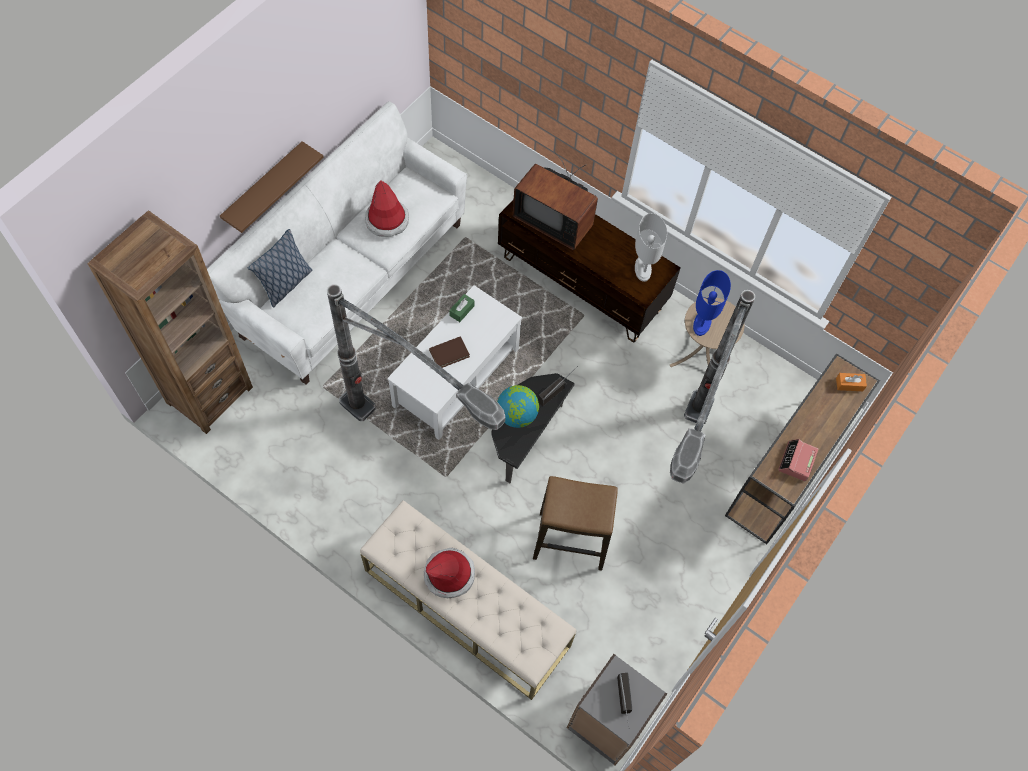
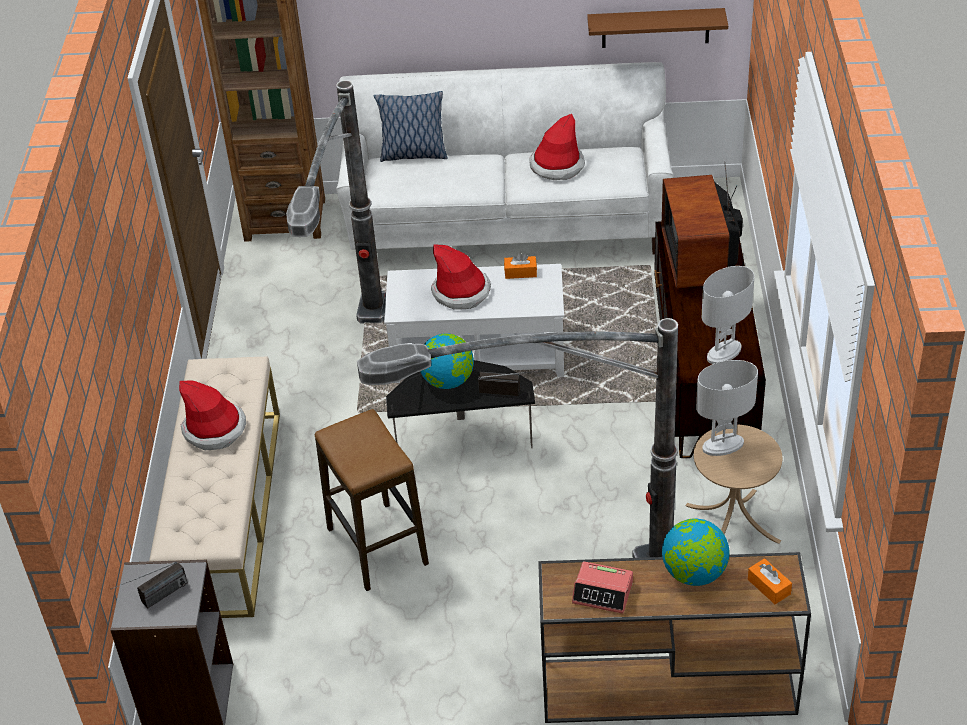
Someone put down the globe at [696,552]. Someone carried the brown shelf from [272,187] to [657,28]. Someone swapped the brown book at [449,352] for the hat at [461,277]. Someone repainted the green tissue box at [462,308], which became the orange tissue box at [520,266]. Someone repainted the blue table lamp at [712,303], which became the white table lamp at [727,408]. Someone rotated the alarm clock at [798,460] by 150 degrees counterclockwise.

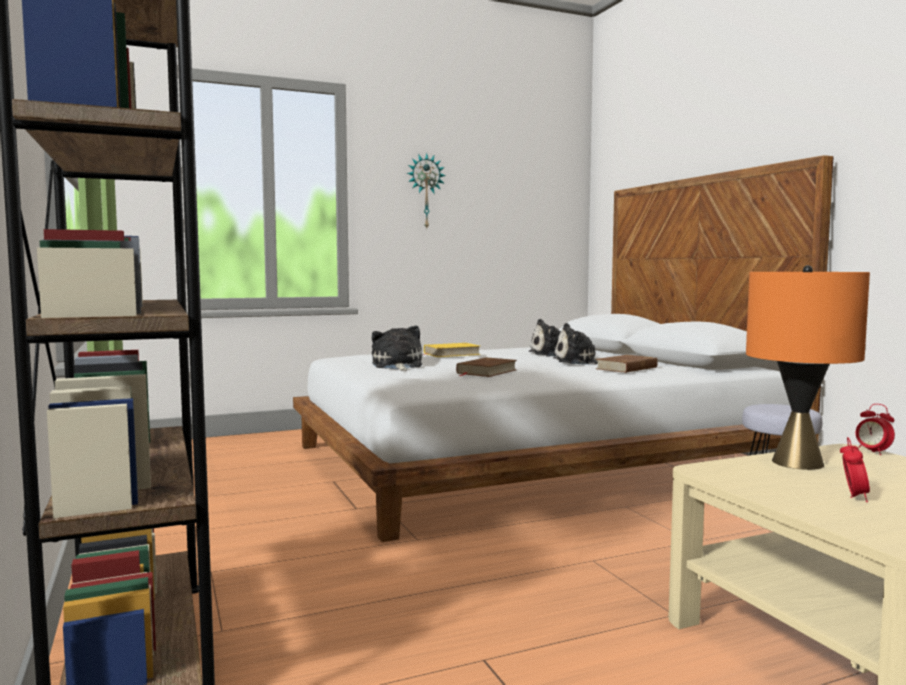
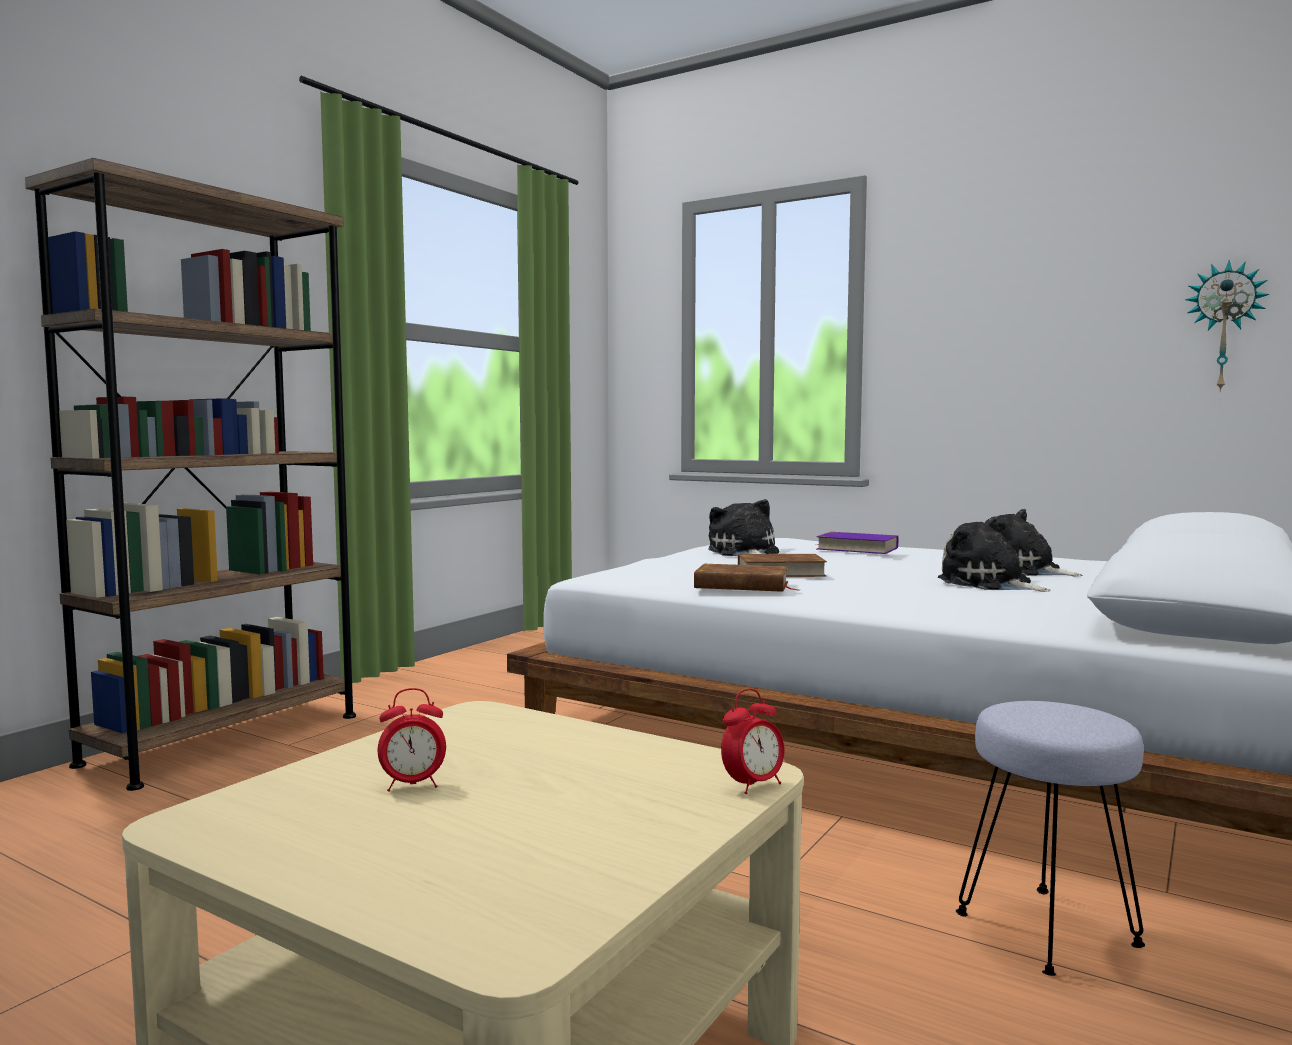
Someone took away the orange table lamp at [808,367]. Someone carried the wall clock from [426,190] to [1227,326]. Someone carried the brown book from [627,364] to [747,578]. Someone repainted the yellow book at [451,350], which became the purple book at [857,543]. Someone rotated the plush toy at [397,348] by 60 degrees counterclockwise. Someone rotated the alarm clock at [875,429] by 150 degrees counterclockwise.

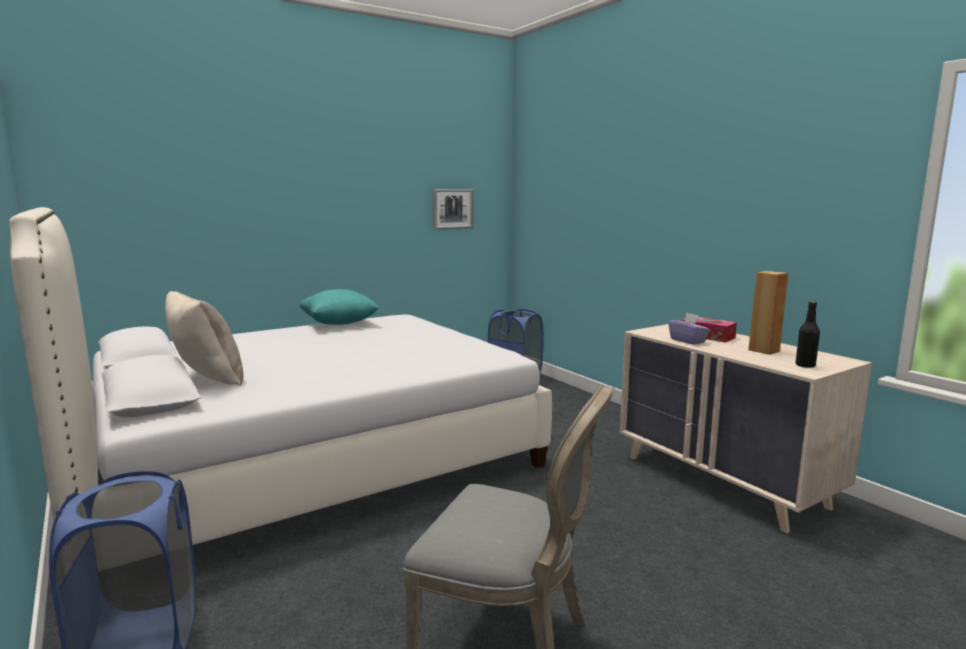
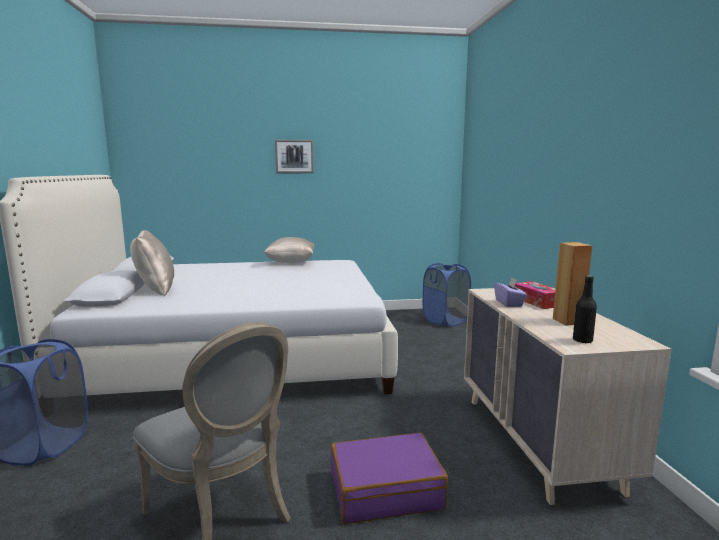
Someone put down the purple suitcase at [389,478]. Someone carried the picture from [453,209] to [294,156]. Someone repainted the turquoise pillow at [339,307], which became the beige pillow at [289,250].

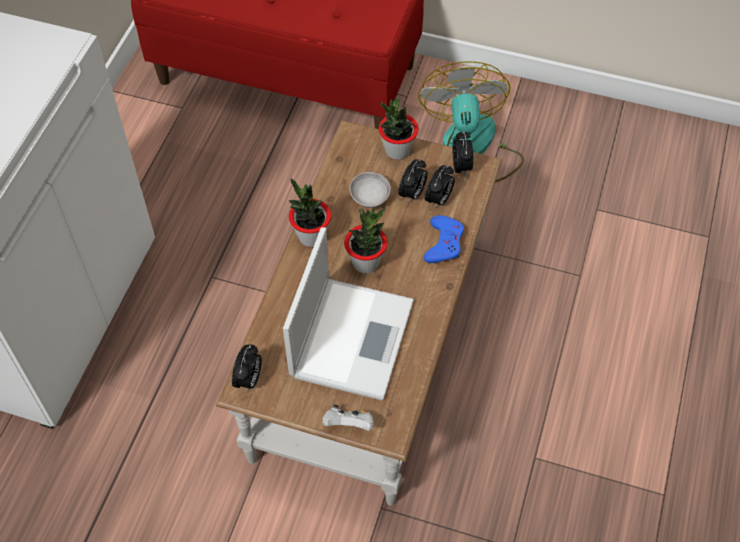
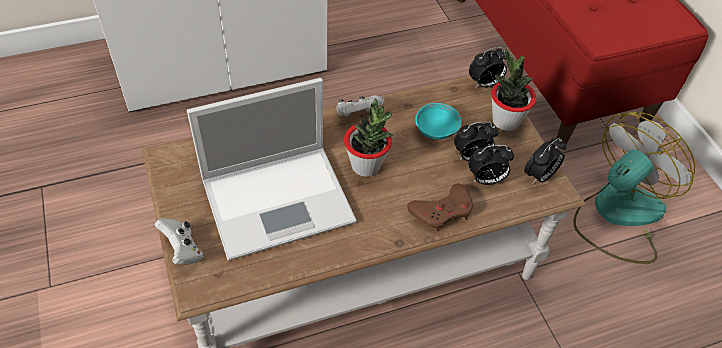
Someone carried the alarm clock from [247,368] to [488,67]. Someone swapped the potted plant at [310,212] for the white game controller at [360,106]. Someone repainted the grey bowl at [370,190], which became the turquoise bowl at [438,121]. Someone repainted the blue game controller at [444,239], which became the brown game controller at [440,207].

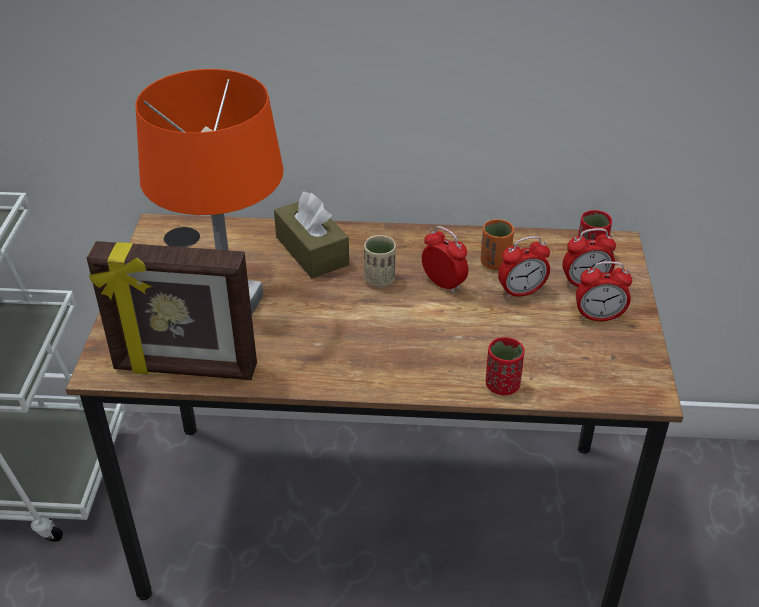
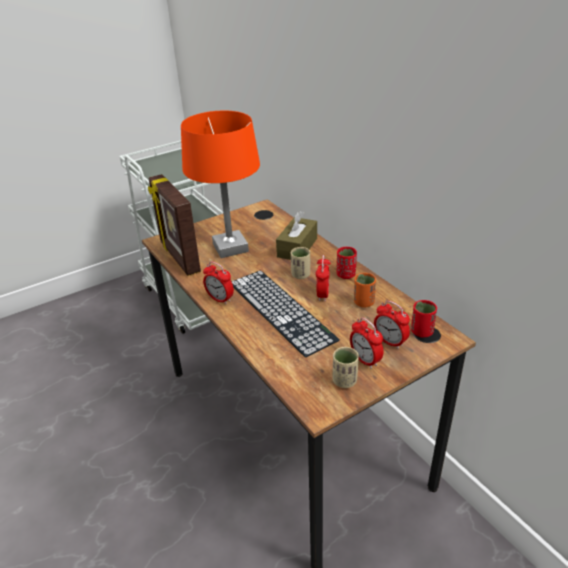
Someone put down the keyboard at [286,314]. Someone put down the beige cup at [346,367]. Someone carried the red cup from [505,366] to [347,263]. Someone carried the alarm clock from [524,267] to [218,283].

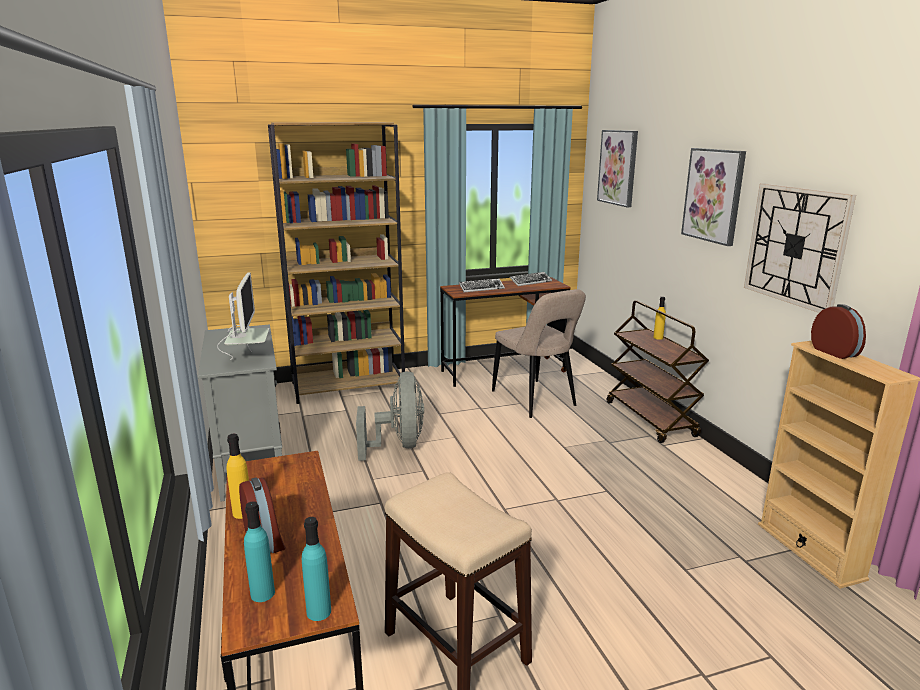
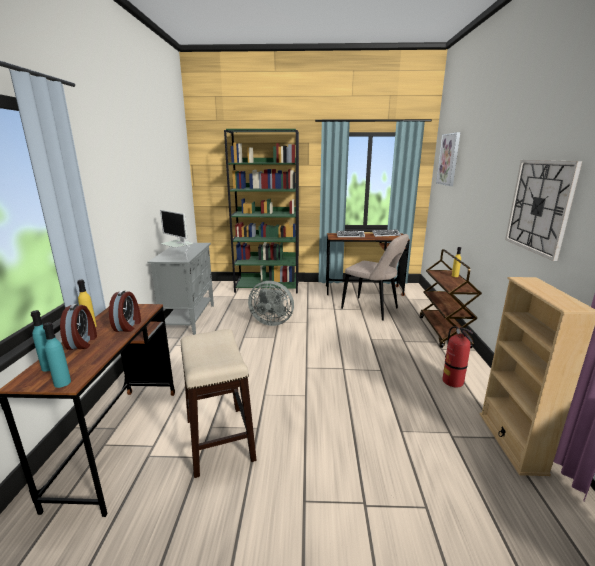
Someone took away the picture at [713,197]. Someone put down the fire extinguisher at [457,357]. Someone carried the alarm clock from [838,331] to [125,311]. Someone repainted the brown bookcase at [336,263], which became the green bookcase at [261,211]. Someone rotated the monitor at [243,316] by 120 degrees clockwise. Someone rotated the grey fan at [390,416] by 90 degrees clockwise. Someone rotated the beige chair at [539,353] by 45 degrees counterclockwise.

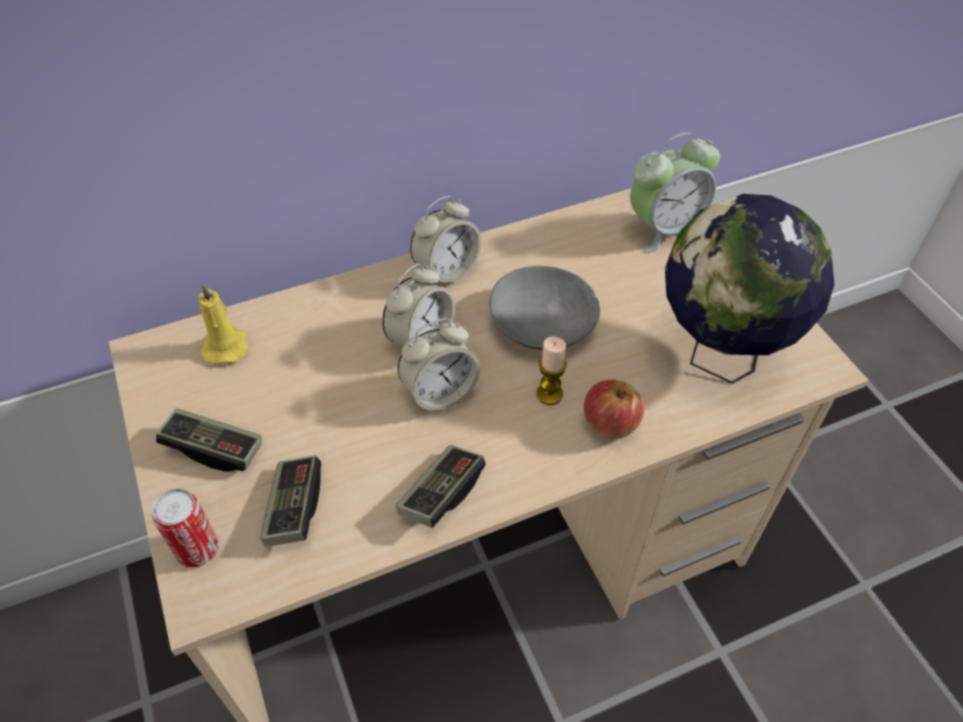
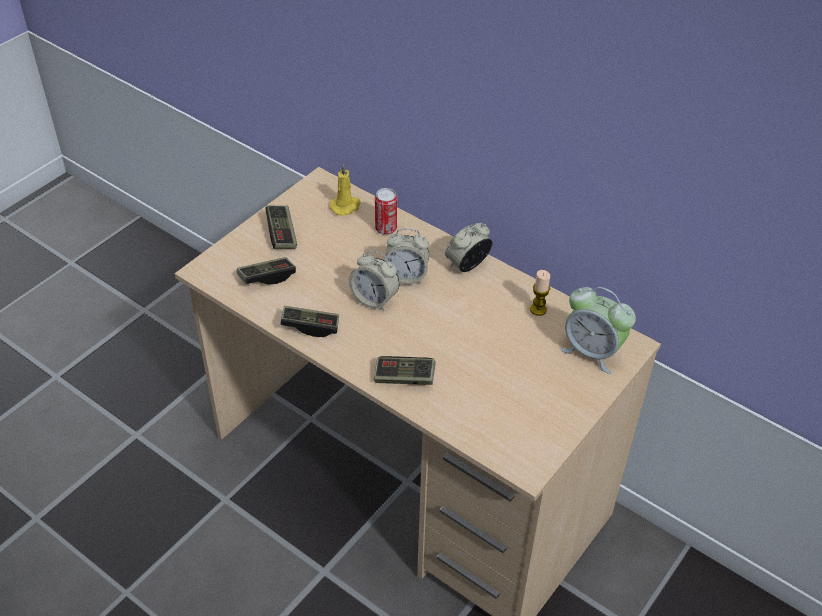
Someone took away the grey bowl at [544,308]. Someone took away the globe at [749,289]. Someone carried the can from [185,527] to [386,211]. Someone carried the candle from [551,370] to [540,293]. Someone swapped the apple at [613,410] for the game controller at [405,370]. Someone rotated the alarm clock at [446,241] by 120 degrees clockwise.

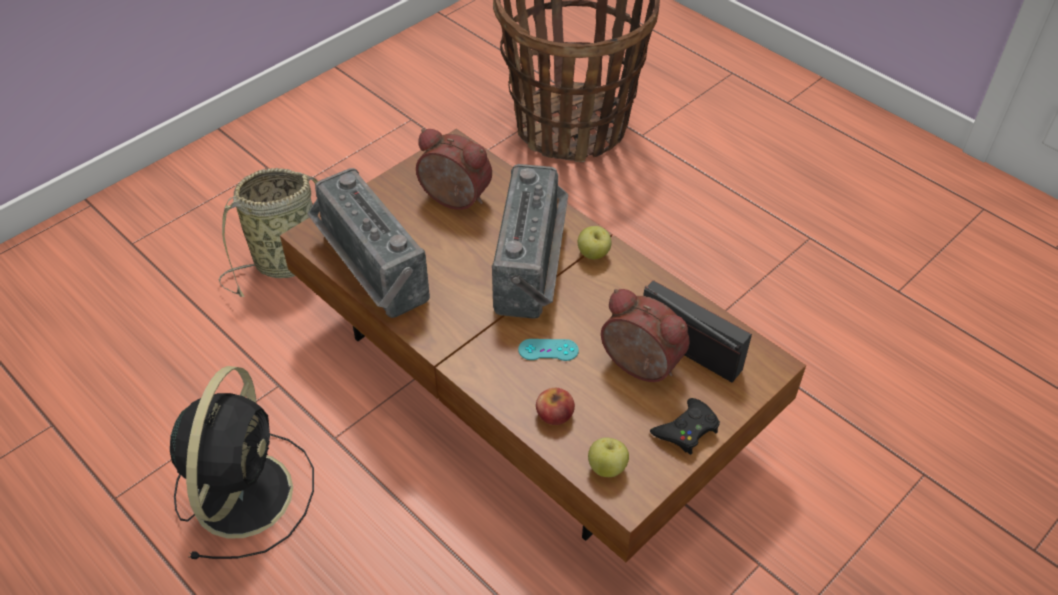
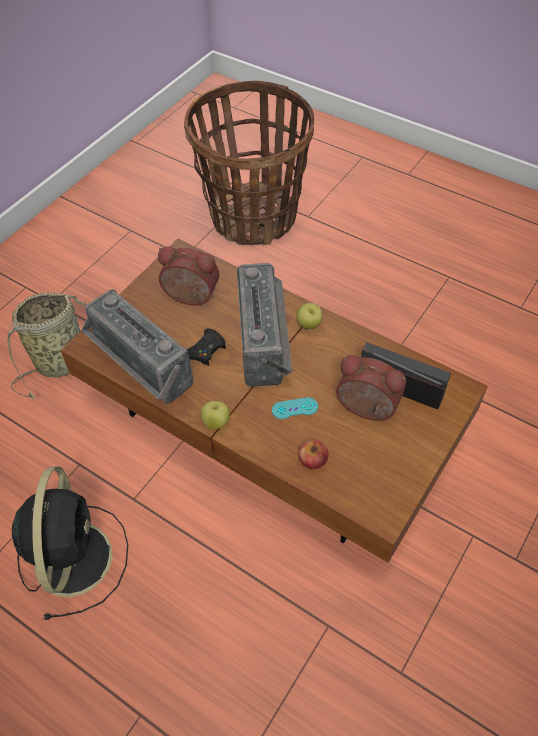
Someone carried the apple from [608,457] to [215,415]. Someone carried the black game controller from [685,426] to [206,347].

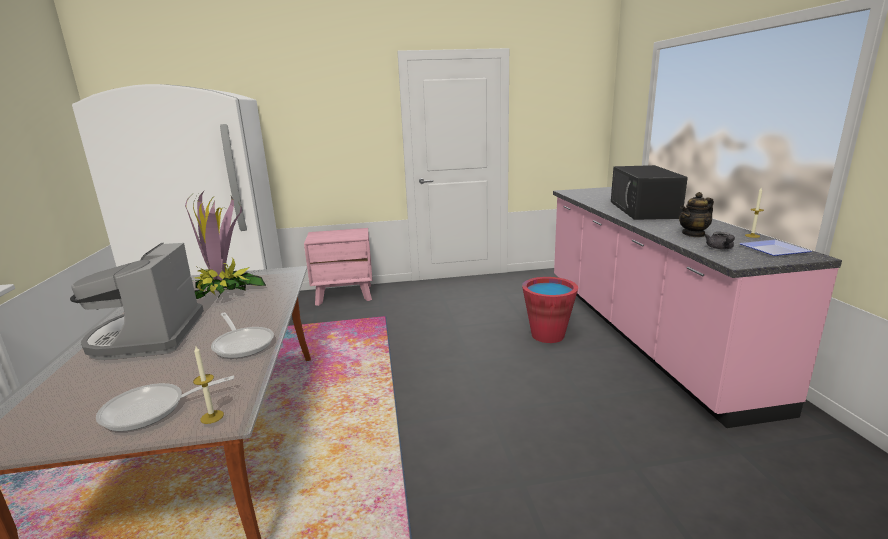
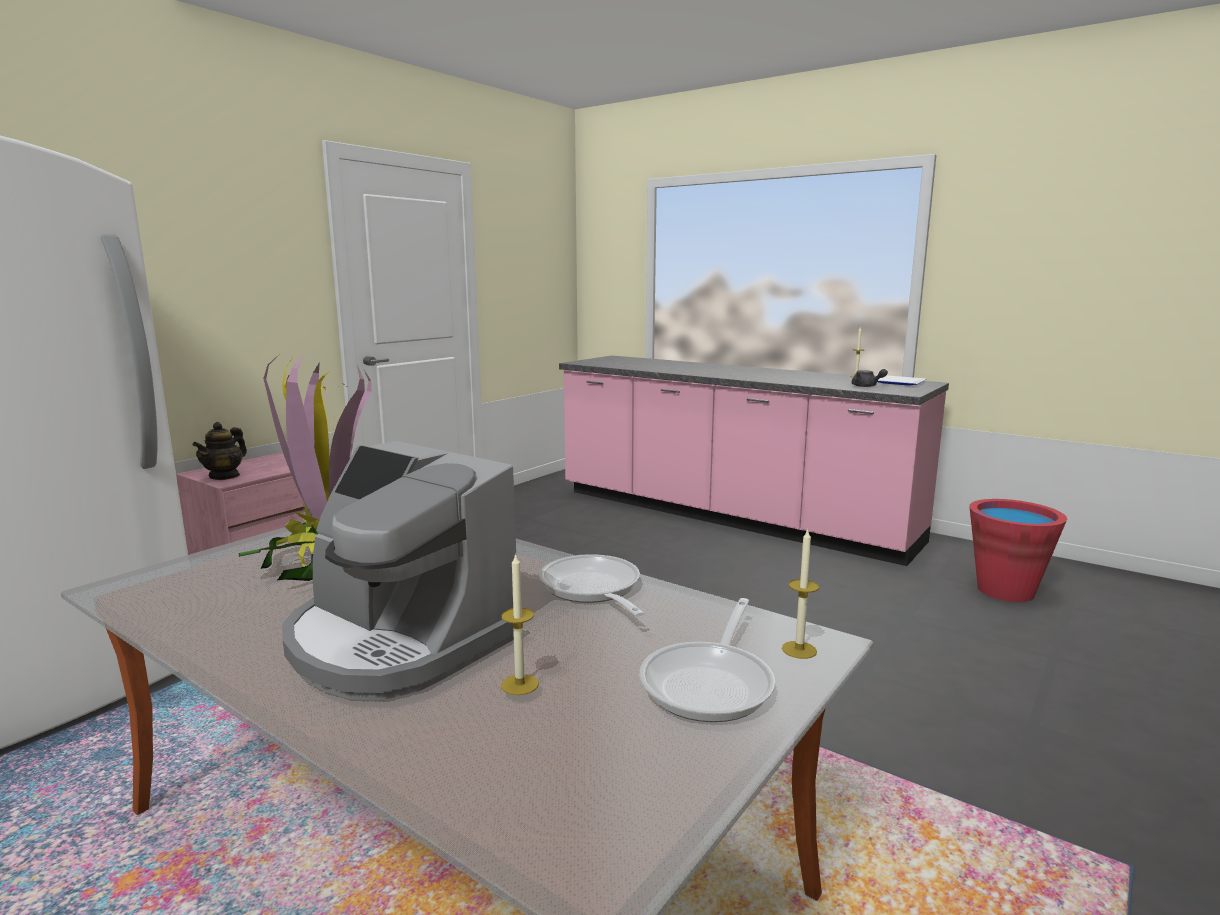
Someone took away the black microwave at [649,192]. Someone put down the candle at [520,624]. Someone carried the red bucket from [550,310] to [1018,550]. Someone carried the teapot from [696,214] to [220,451]. Someone rotated the frying pan at [242,335] by 120 degrees counterclockwise.

